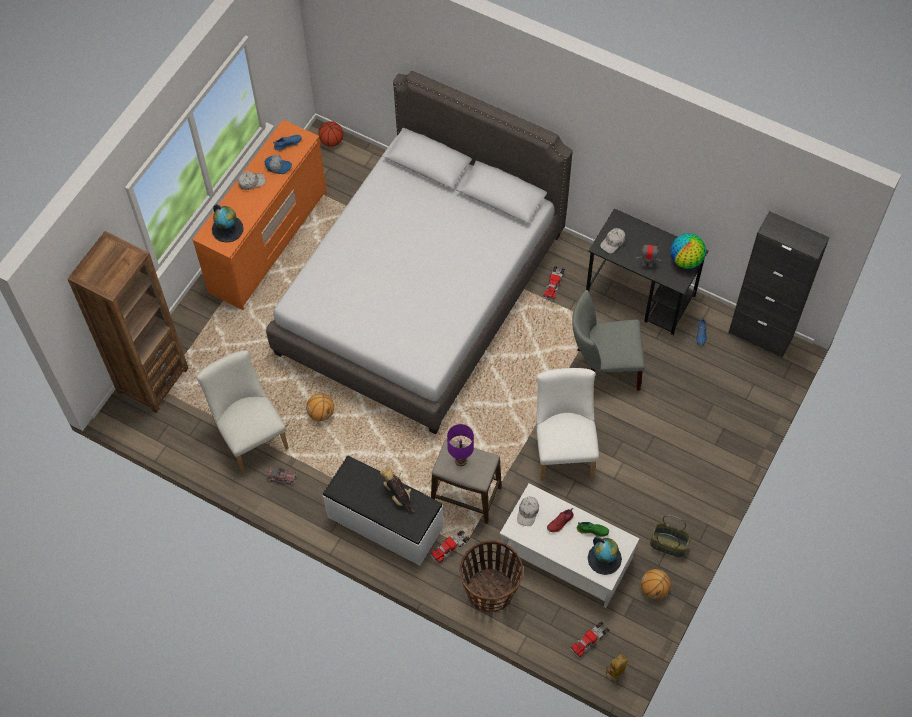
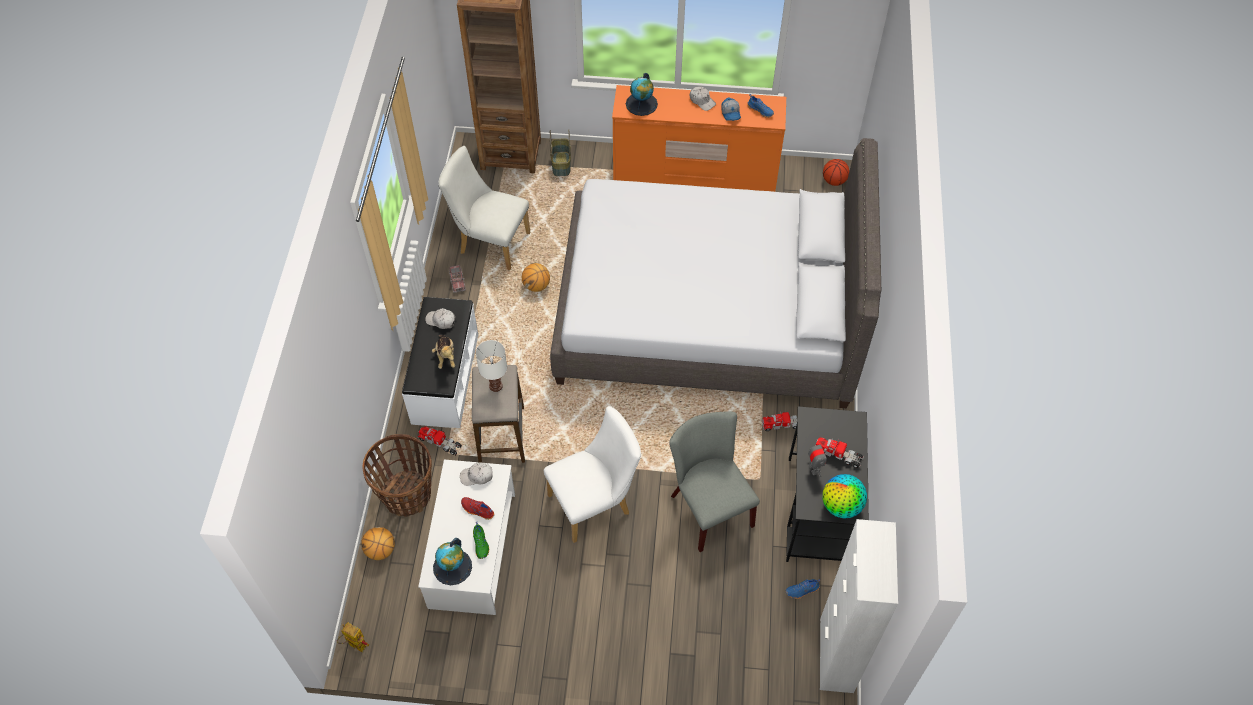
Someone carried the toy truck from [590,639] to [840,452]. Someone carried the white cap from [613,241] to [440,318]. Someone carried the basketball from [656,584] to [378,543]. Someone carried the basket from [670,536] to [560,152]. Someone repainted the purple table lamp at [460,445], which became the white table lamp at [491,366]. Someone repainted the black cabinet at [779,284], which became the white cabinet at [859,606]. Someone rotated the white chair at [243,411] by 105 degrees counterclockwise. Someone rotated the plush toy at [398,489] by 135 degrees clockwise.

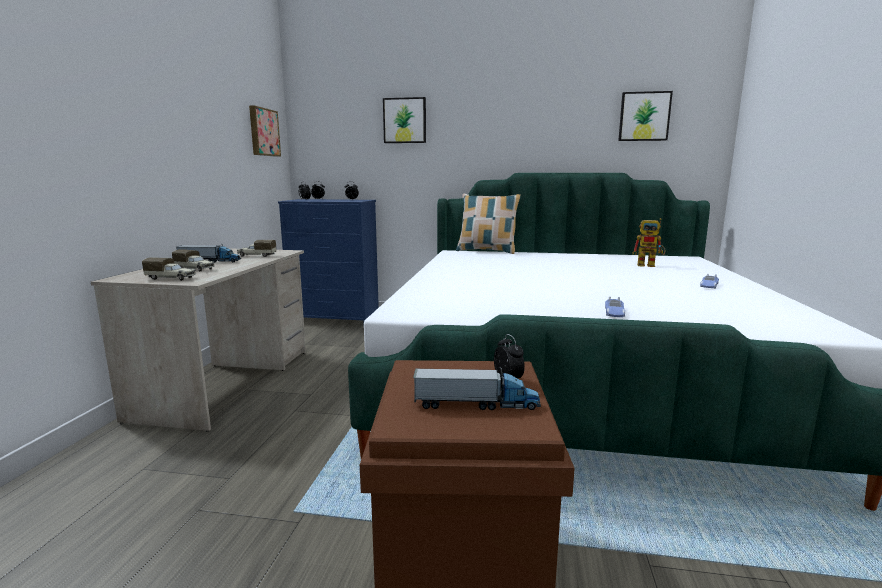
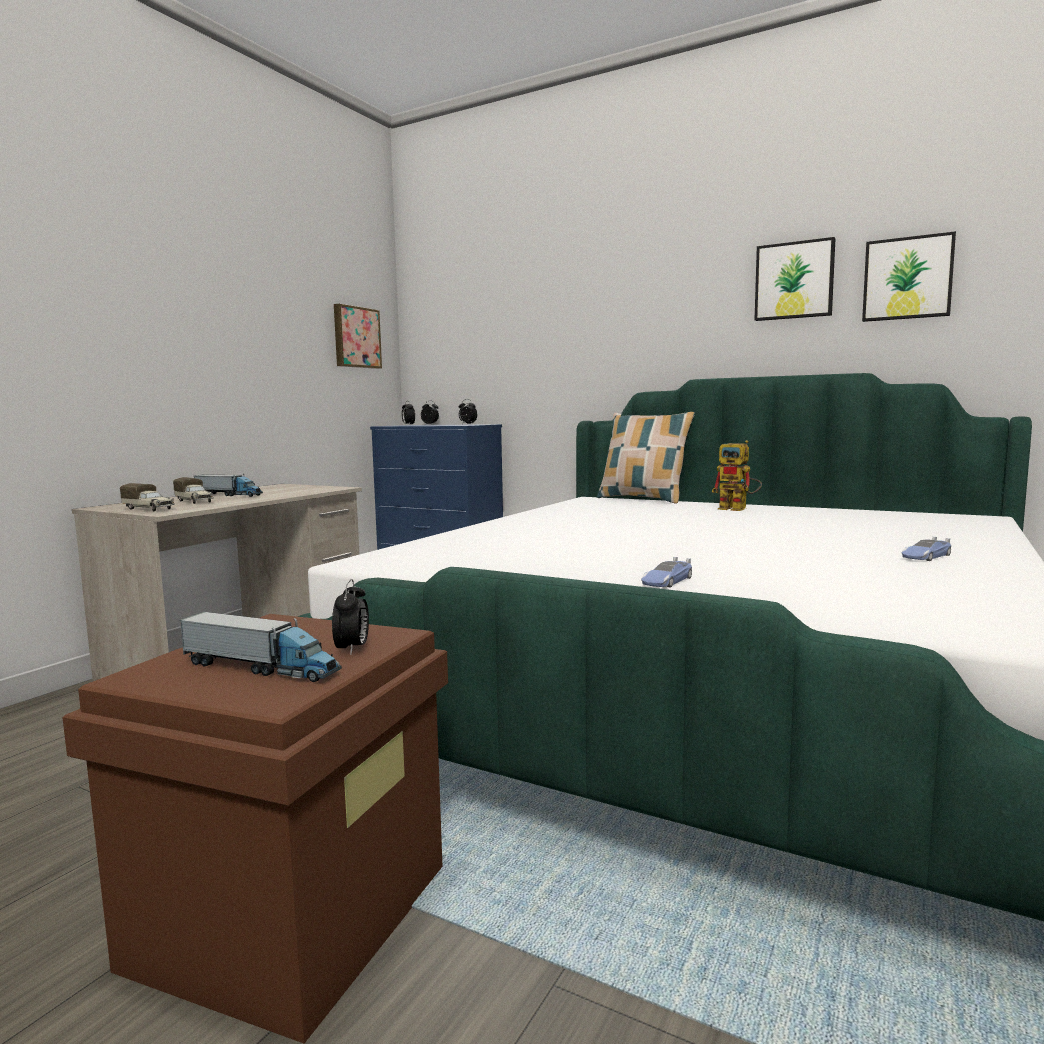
Someone took away the toy truck at [257,248]. Someone carried the picture from [404,120] to [795,279]. Someone carried the toy robot from [648,242] to [737,475].

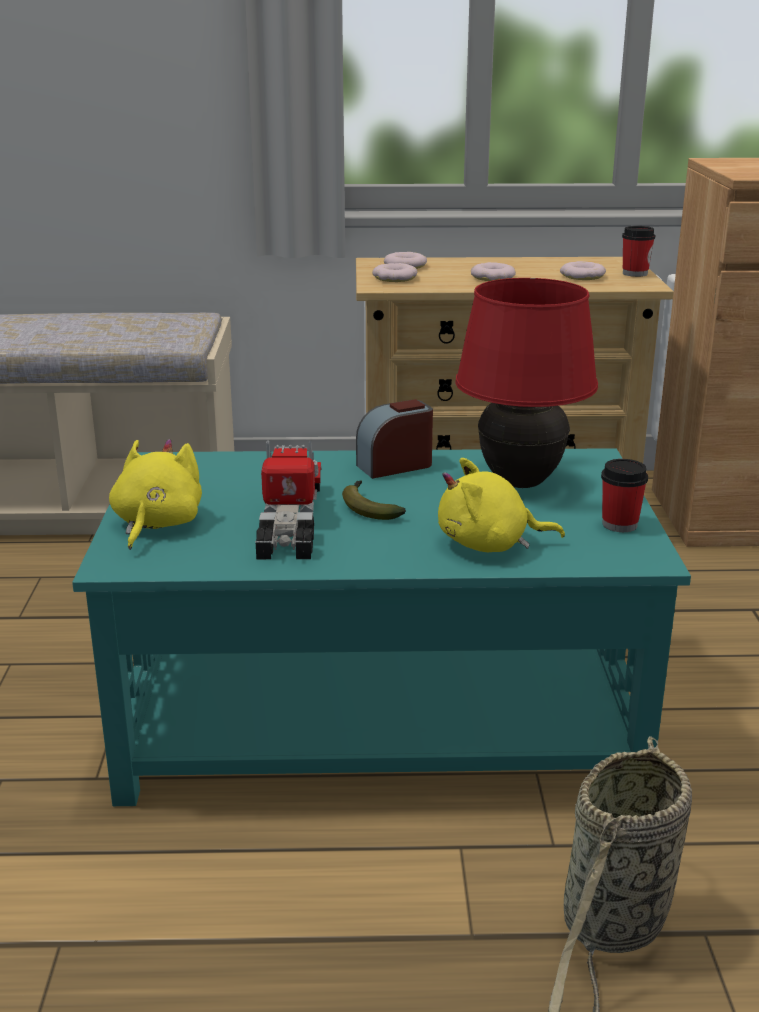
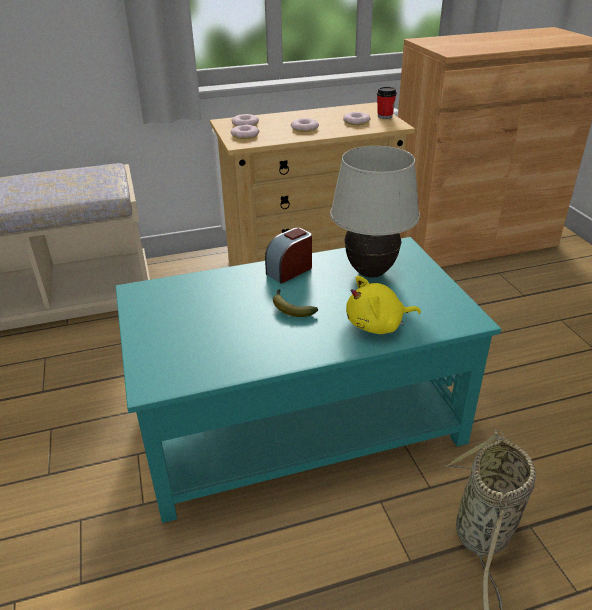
Someone took away the yellow plush toy at [155,494]. Someone took away the toy truck at [288,499]. Someone took away the cup at [624,495]. Someone repainted the red table lamp at [526,383], which became the white table lamp at [375,212].

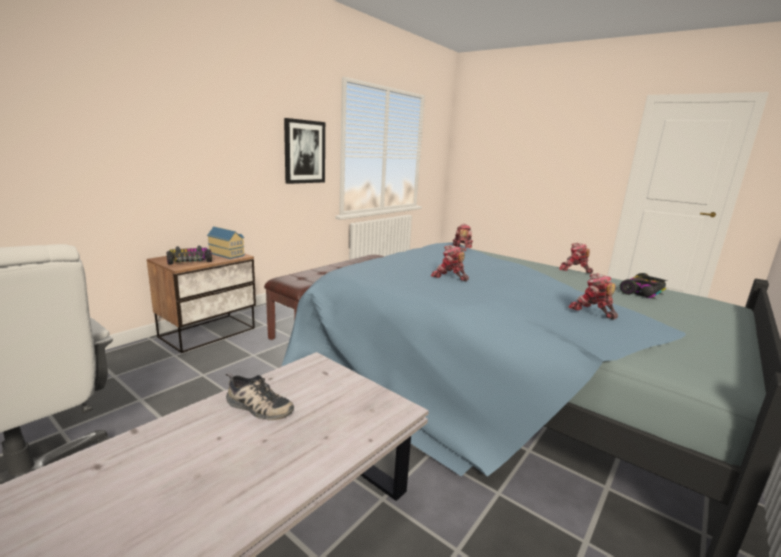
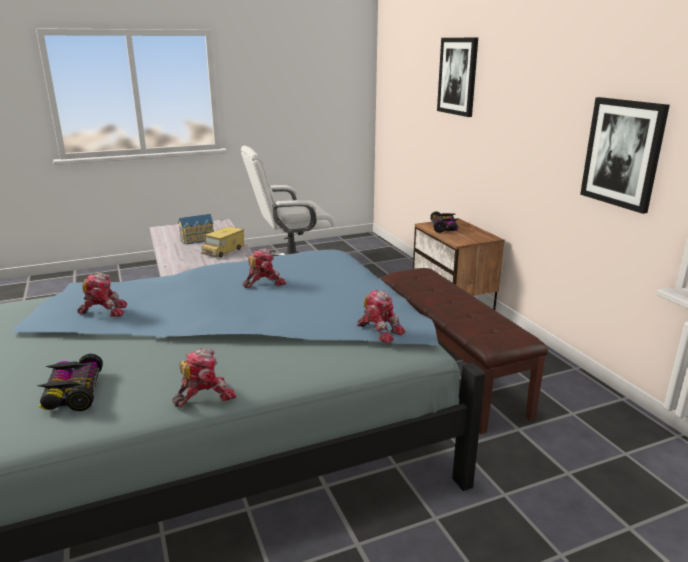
Someone put up the picture at [457,77]. Someone carried the toy house from [226,242] to [196,229]. Someone swapped the shoe at [259,396] for the toy truck at [222,242].

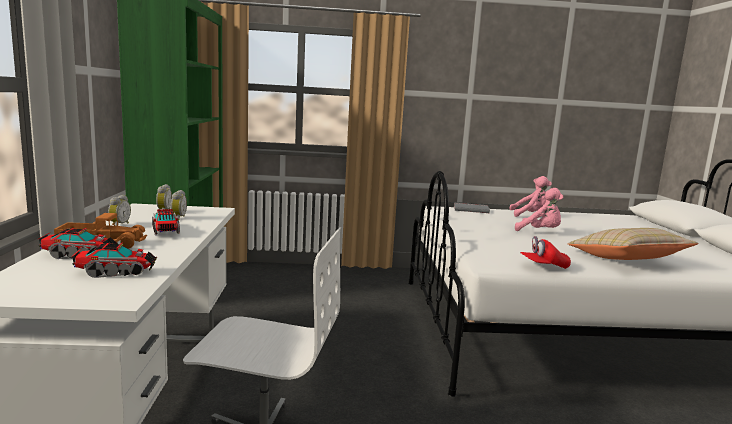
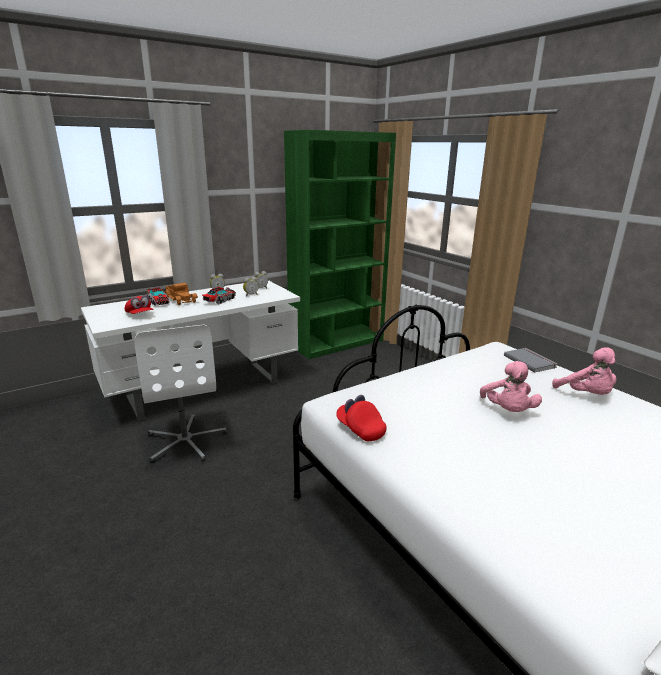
Someone took away the beige pillow at [632,244]. Someone swapped the toy truck at [114,260] for the red cap at [139,305].

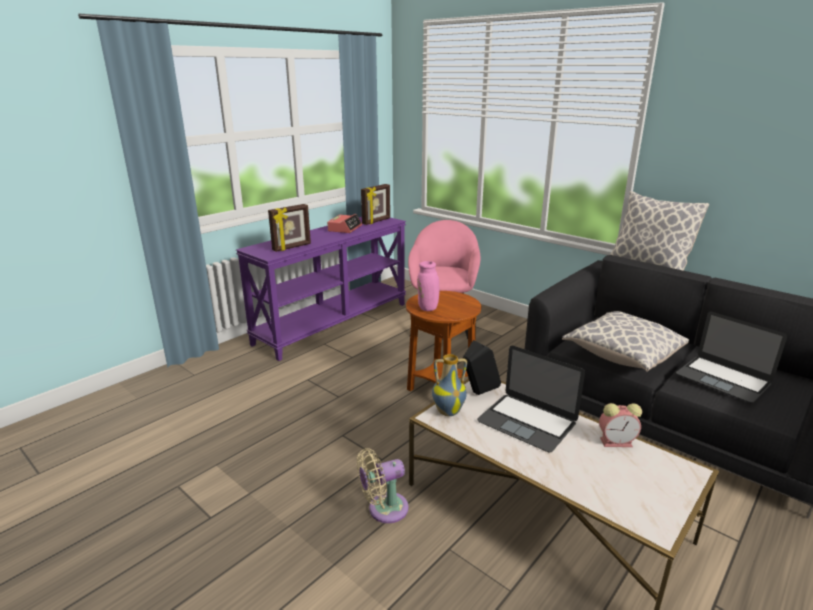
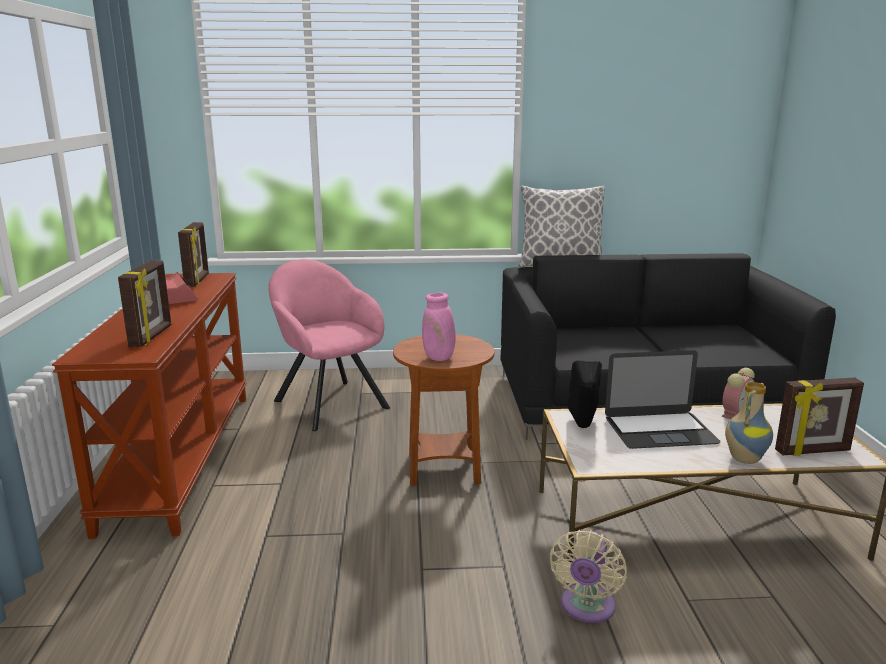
Someone took away the pillow at [625,341]. Someone took away the laptop at [731,357]. Someone put down the picture frame at [819,416]. Someone carried the vase from [449,385] to [749,423]. Someone repainted the purple console table at [321,289], which became the brown console table at [149,406].

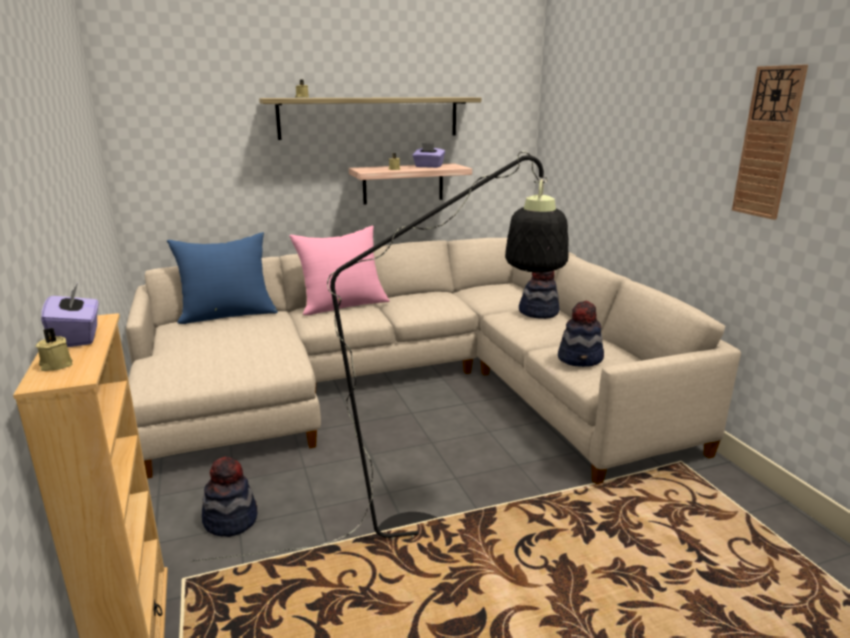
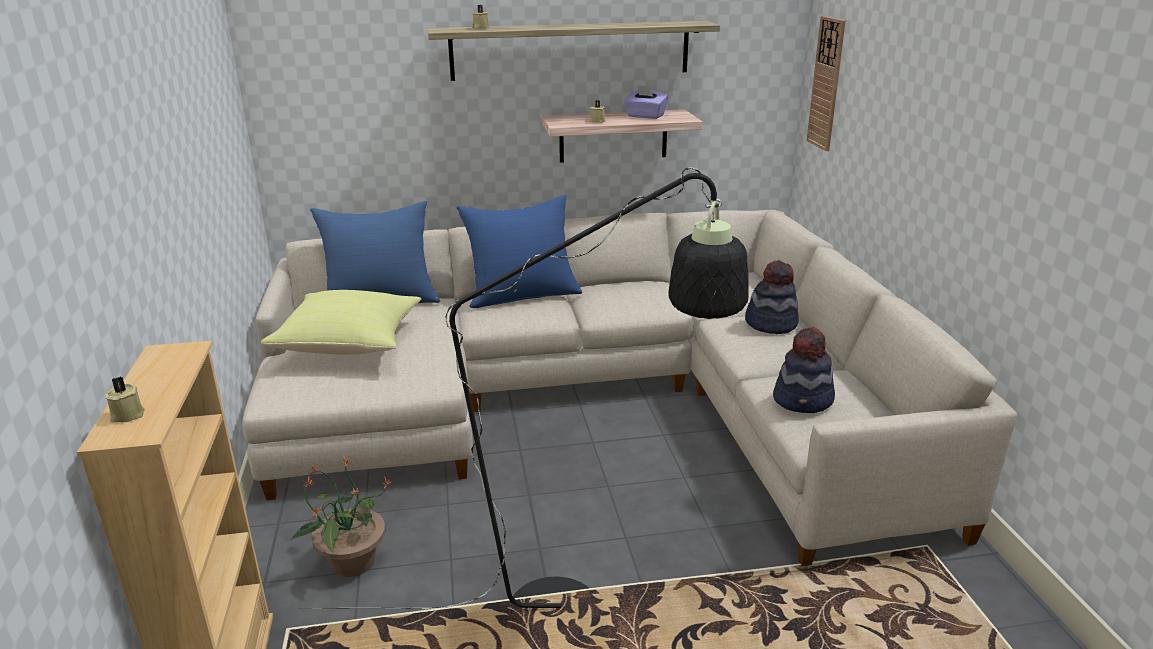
Someone took away the purple tissue box at [70,315]. Someone put down the yellow pillow at [341,322]. Someone carried the wall clock from [770,142] to [826,83]. Someone swapped the hat at [229,497] for the potted plant at [341,516]. Someone repainted the pink pillow at [339,270], which became the blue pillow at [519,251].

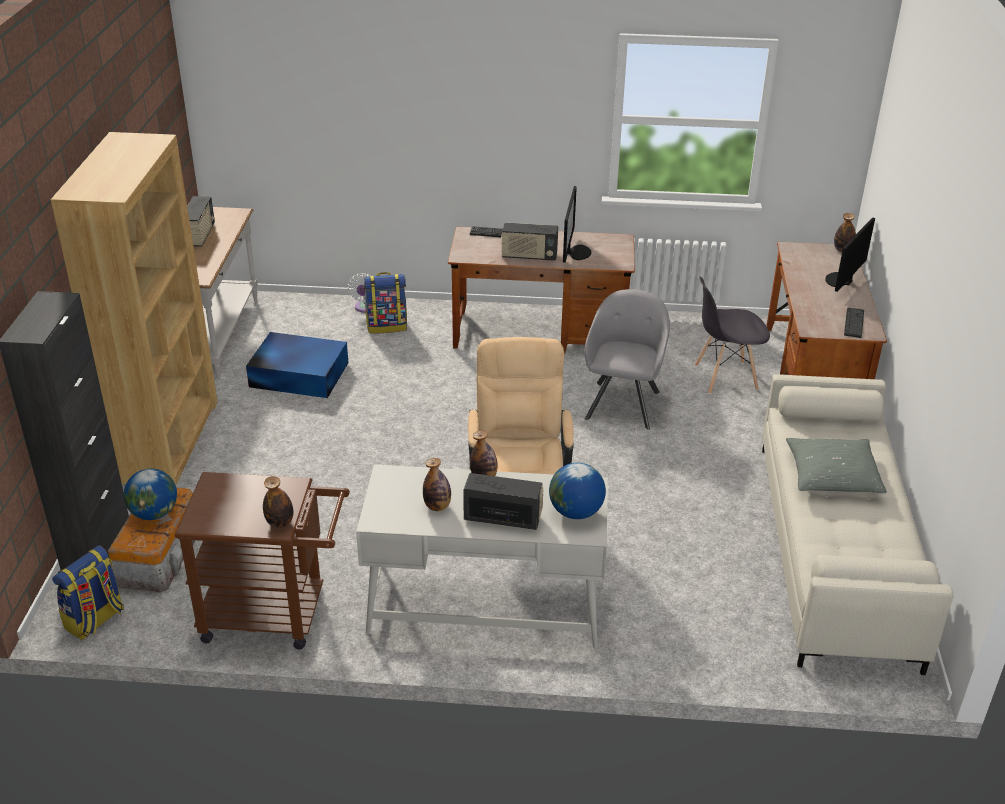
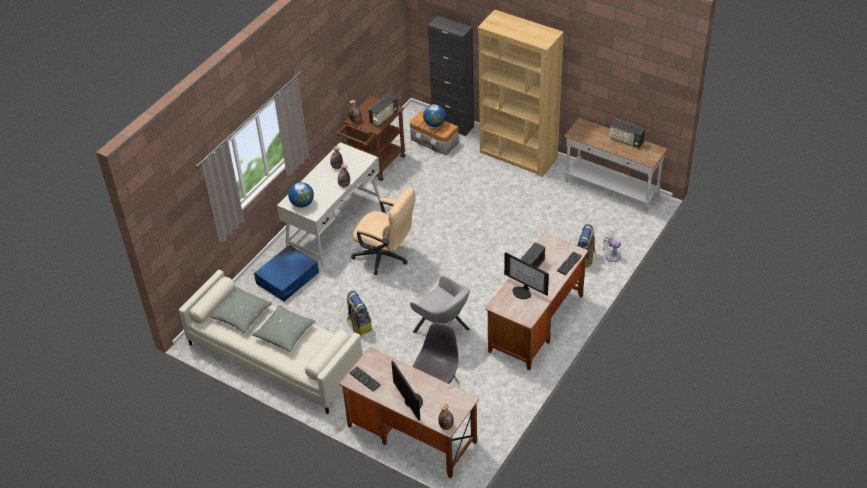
Someone put down the grey pillow at [240,310]. Someone carried the backpack from [88,592] to [359,313]. Someone carried the blue storage box from [297,365] to [286,273]. Someone carried the radio from [503,501] to [383,110].

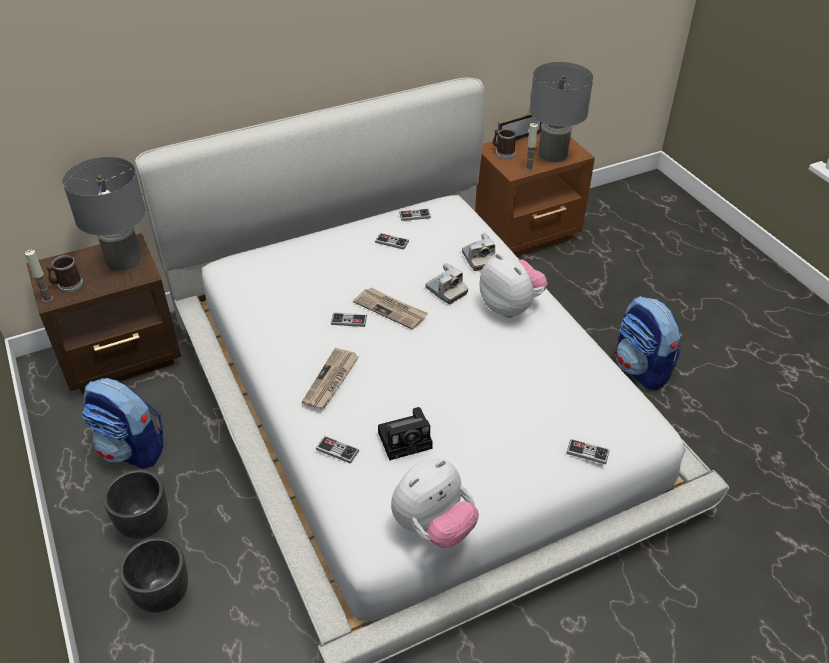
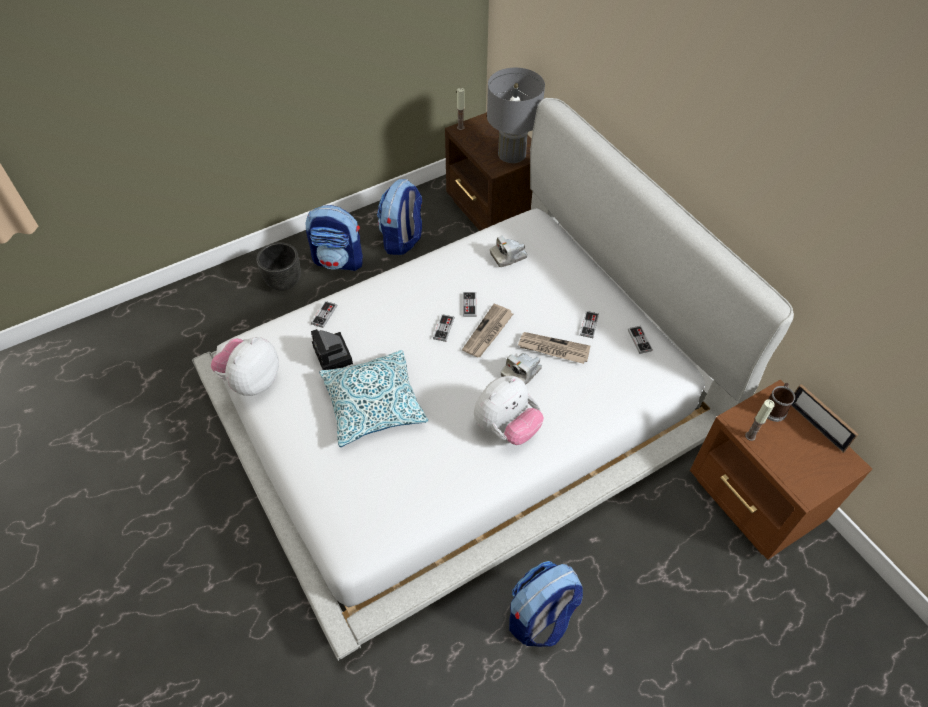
Someone took away the mug at [64,273]. Someone took away the grey table lamp at [561,112]. Someone put down the pillow at [373,398]. Someone carried the newspaper from [330,378] to [554,348]. Someone carried the photo camera from [479,252] to [509,251]. Someone carried the game controller from [588,452] to [444,328]. Someone swapped the black planter at [135,504] for the backpack at [334,238]. Someone rotated the plush toy at [435,503] by 75 degrees clockwise.

